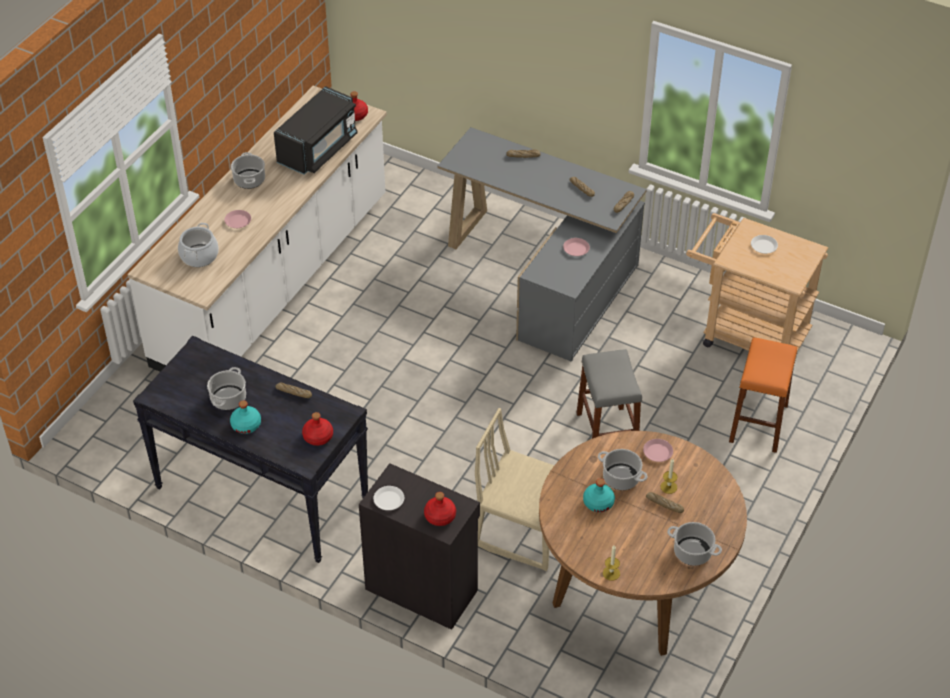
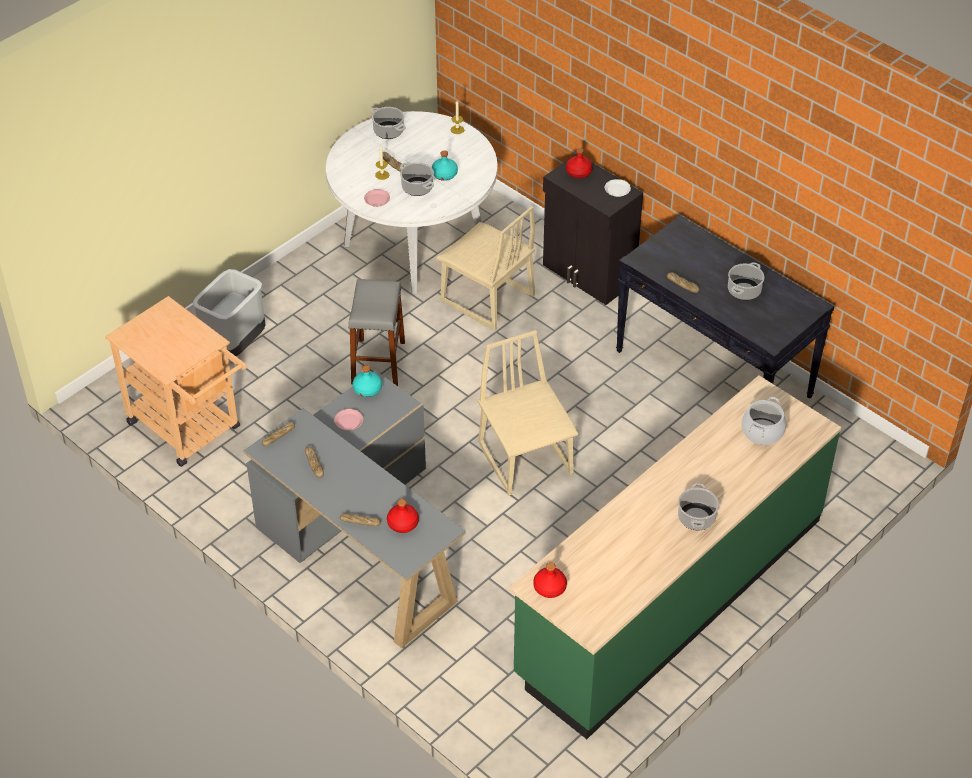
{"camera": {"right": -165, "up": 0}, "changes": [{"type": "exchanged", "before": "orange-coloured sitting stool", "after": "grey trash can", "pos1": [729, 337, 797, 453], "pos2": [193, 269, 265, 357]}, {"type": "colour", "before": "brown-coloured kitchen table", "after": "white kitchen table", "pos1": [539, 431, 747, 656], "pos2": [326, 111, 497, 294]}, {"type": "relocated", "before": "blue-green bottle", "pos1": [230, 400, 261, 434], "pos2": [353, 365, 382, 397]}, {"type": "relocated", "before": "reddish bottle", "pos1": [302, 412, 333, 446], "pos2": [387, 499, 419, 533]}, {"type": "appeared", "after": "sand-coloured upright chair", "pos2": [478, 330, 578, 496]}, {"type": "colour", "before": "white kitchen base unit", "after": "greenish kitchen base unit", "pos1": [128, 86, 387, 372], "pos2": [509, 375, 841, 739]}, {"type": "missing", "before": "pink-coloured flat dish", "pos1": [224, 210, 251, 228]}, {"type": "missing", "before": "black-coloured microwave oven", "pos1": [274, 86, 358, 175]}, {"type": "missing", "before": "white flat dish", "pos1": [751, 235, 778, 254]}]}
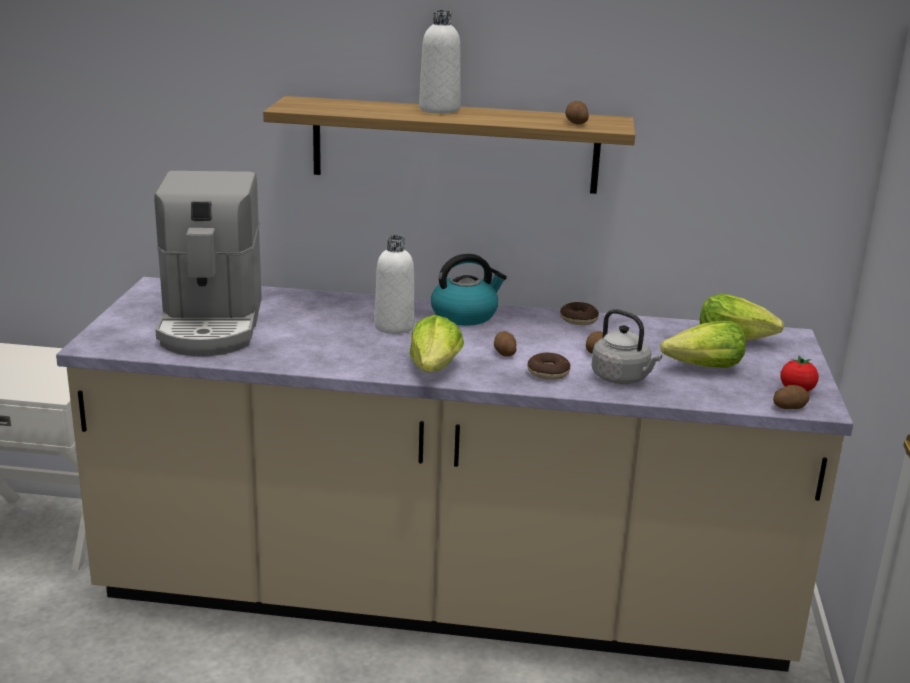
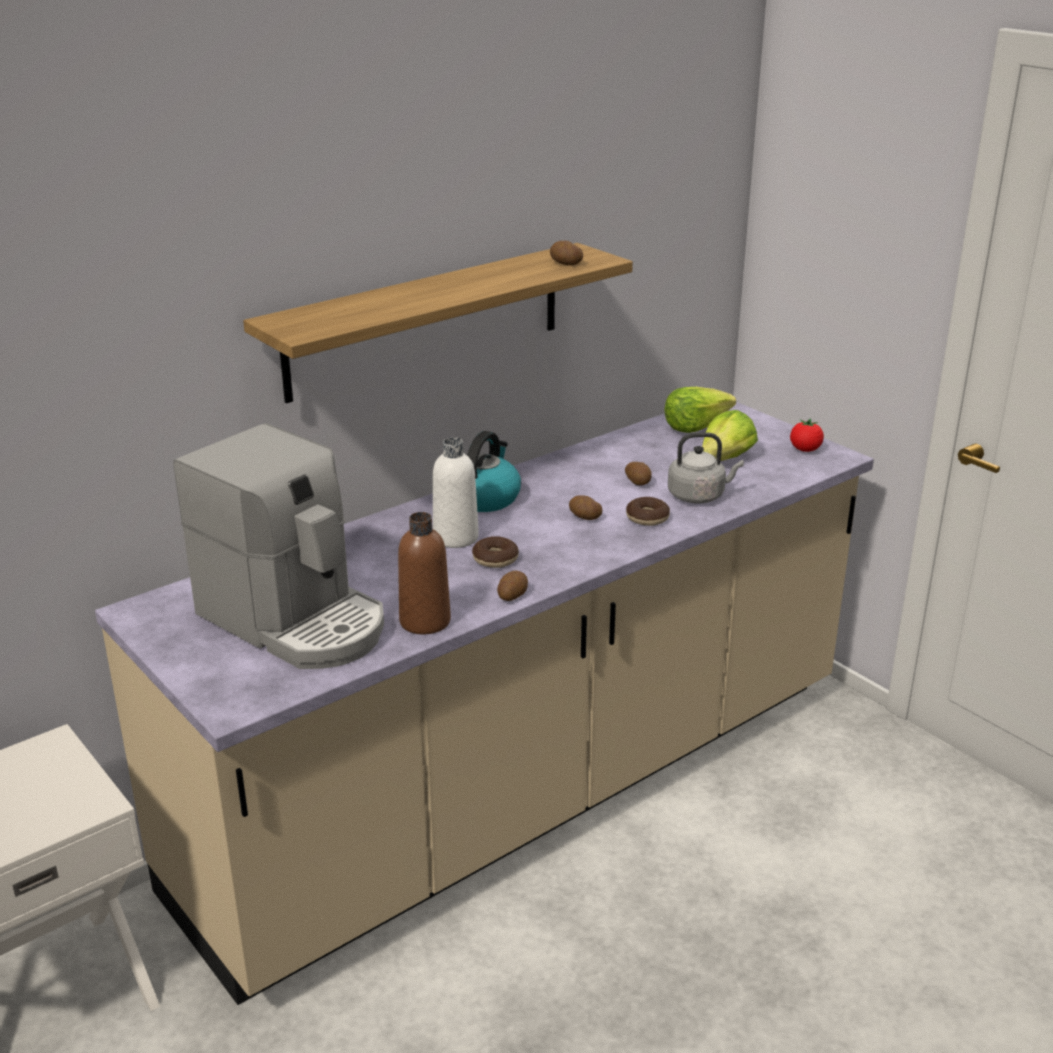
{"camera": {"right": -45, "up": 5}, "changes": [{"type": "appeared", "after": "brown-coloured bottle", "pos2": [398, 512, 451, 634]}, {"type": "relocated", "before": "ring doughnut", "pos1": [560, 302, 599, 325], "pos2": [472, 536, 519, 568]}, {"type": "relocated", "before": "spud", "pos1": [773, 385, 810, 409], "pos2": [497, 571, 528, 601]}, {"type": "missing", "before": "lettuce head", "pos1": [410, 315, 464, 372]}, {"type": "missing", "before": "white bottle", "pos1": [419, 10, 460, 114]}]}
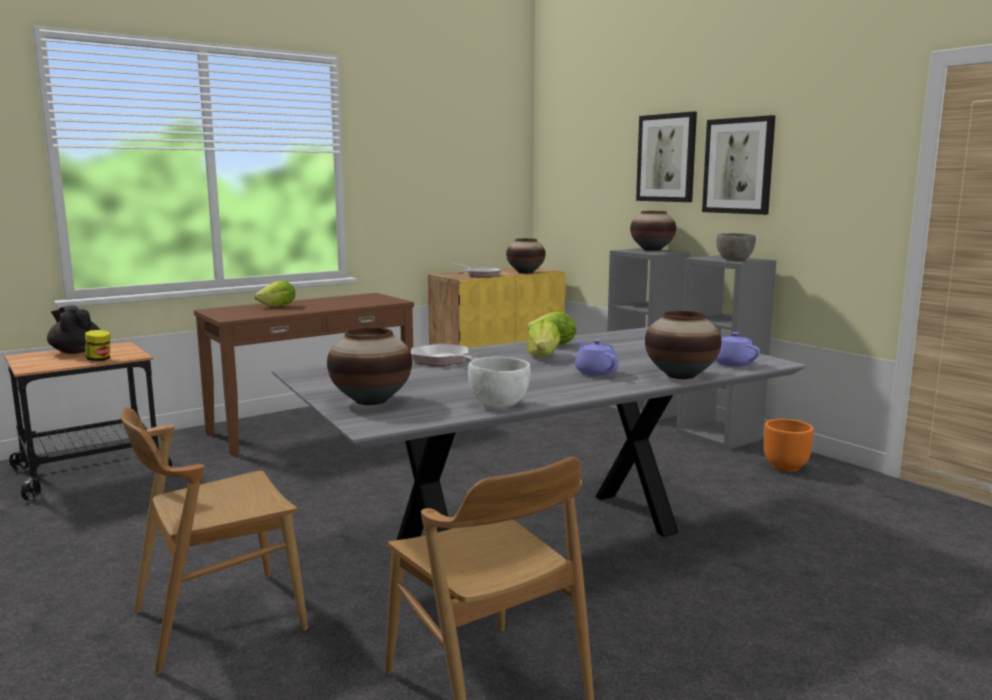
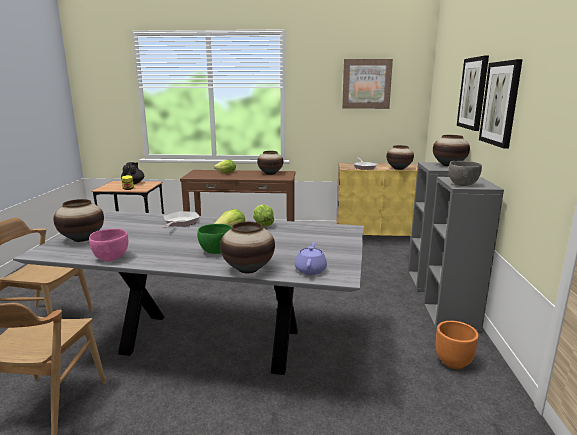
{"camera": {"right": 40, "up": 5}, "changes": [{"type": "colour", "before": "white deep dish", "after": "pink-coloured deep dish", "pos1": [468, 357, 531, 408], "pos2": [89, 229, 128, 261]}, {"type": "exchanged", "before": "purple teapot", "after": "greenish deep dish", "pos1": [575, 339, 619, 376], "pos2": [197, 224, 232, 254]}, {"type": "appeared", "after": "decorative vase", "pos2": [257, 151, 283, 175]}, {"type": "appeared", "after": "wall art", "pos2": [342, 59, 393, 109]}]}
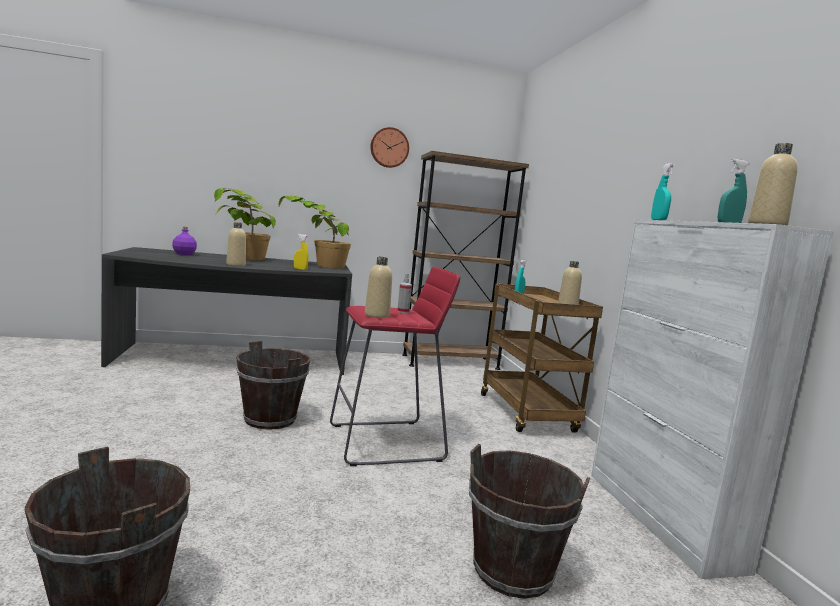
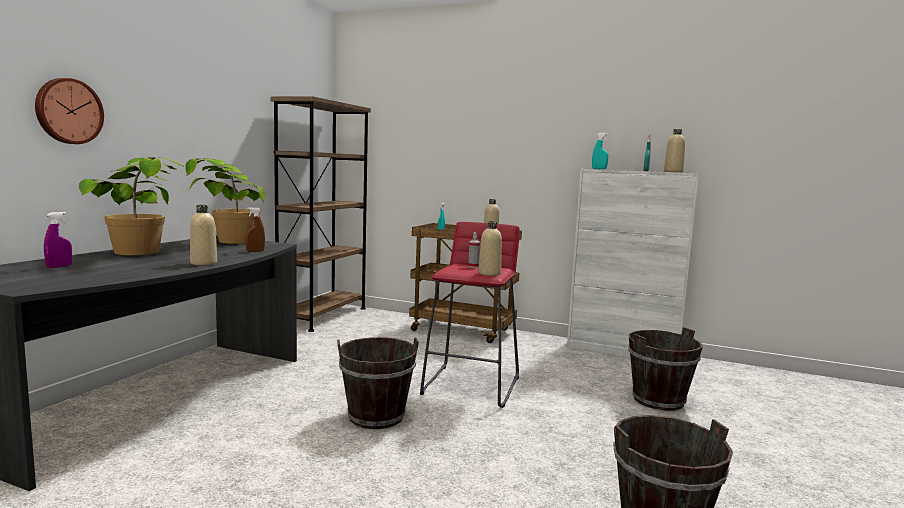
{"camera": {"right": -55, "up": 0}, "changes": [{"type": "relocated", "before": "wall clock", "pos1": [370, 127, 409, 168], "pos2": [35, 78, 104, 144]}, {"type": "exchanged", "before": "purple bottle", "after": "purple spray bottle", "pos1": [172, 227, 197, 255], "pos2": [44, 212, 72, 268]}, {"type": "colour", "before": "yellowish spray bottle", "after": "brown-coloured spray bottle", "pos1": [294, 234, 309, 270], "pos2": [245, 207, 265, 252]}]}
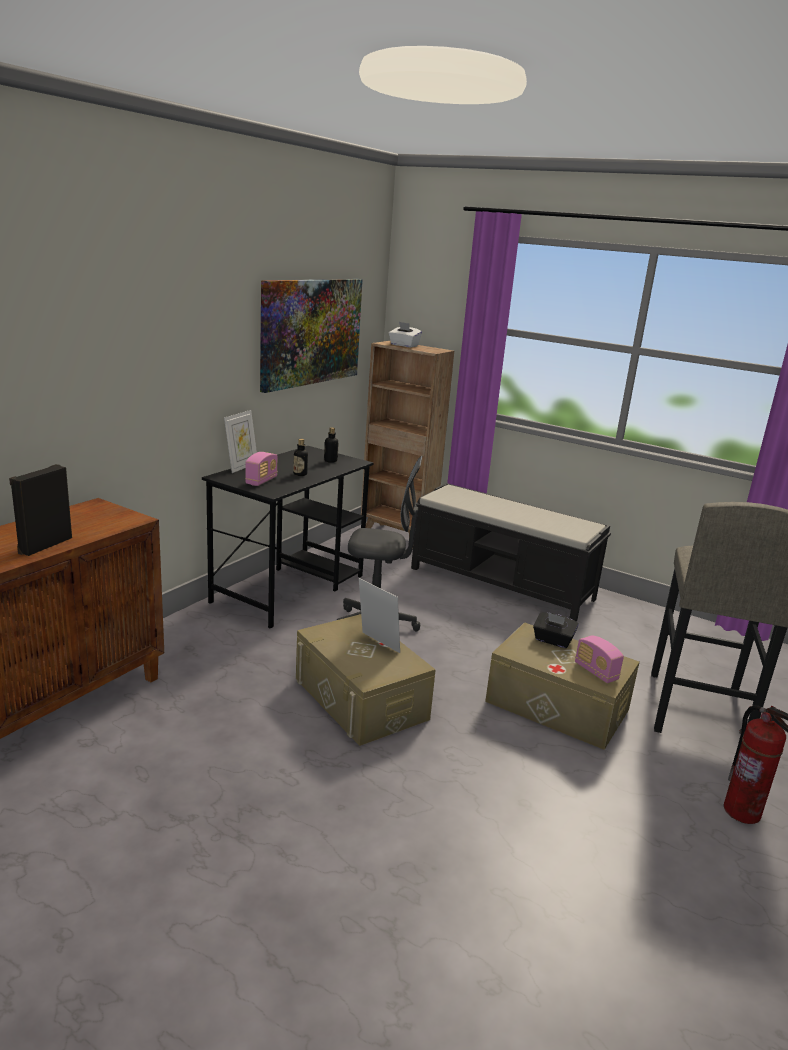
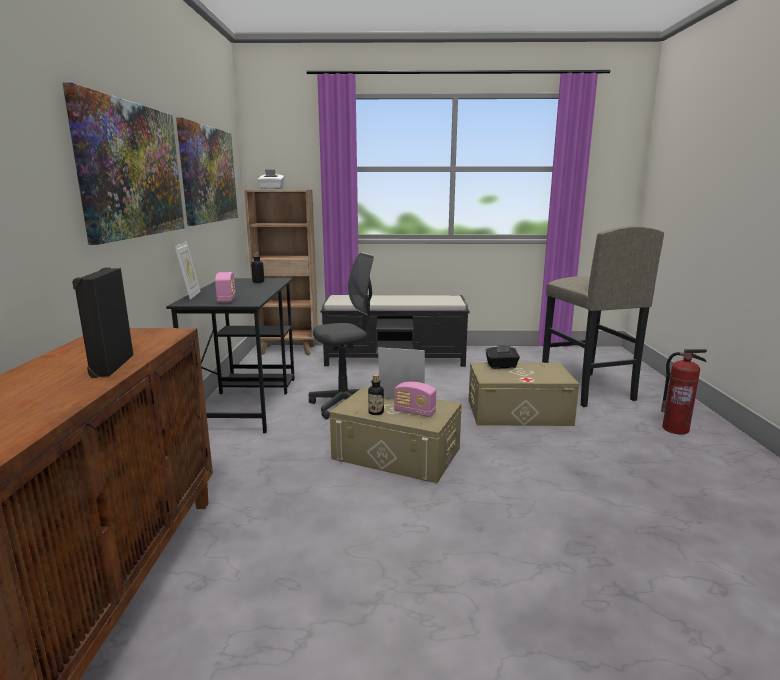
{"camera": {"right": -30, "up": -5}, "changes": [{"type": "appeared", "after": "wall art", "pos2": [62, 82, 184, 245]}, {"type": "relocated", "before": "bottle", "pos1": [293, 439, 308, 476], "pos2": [368, 374, 384, 415]}, {"type": "relocated", "before": "radio receiver", "pos1": [575, 636, 624, 683], "pos2": [394, 381, 436, 417]}]}
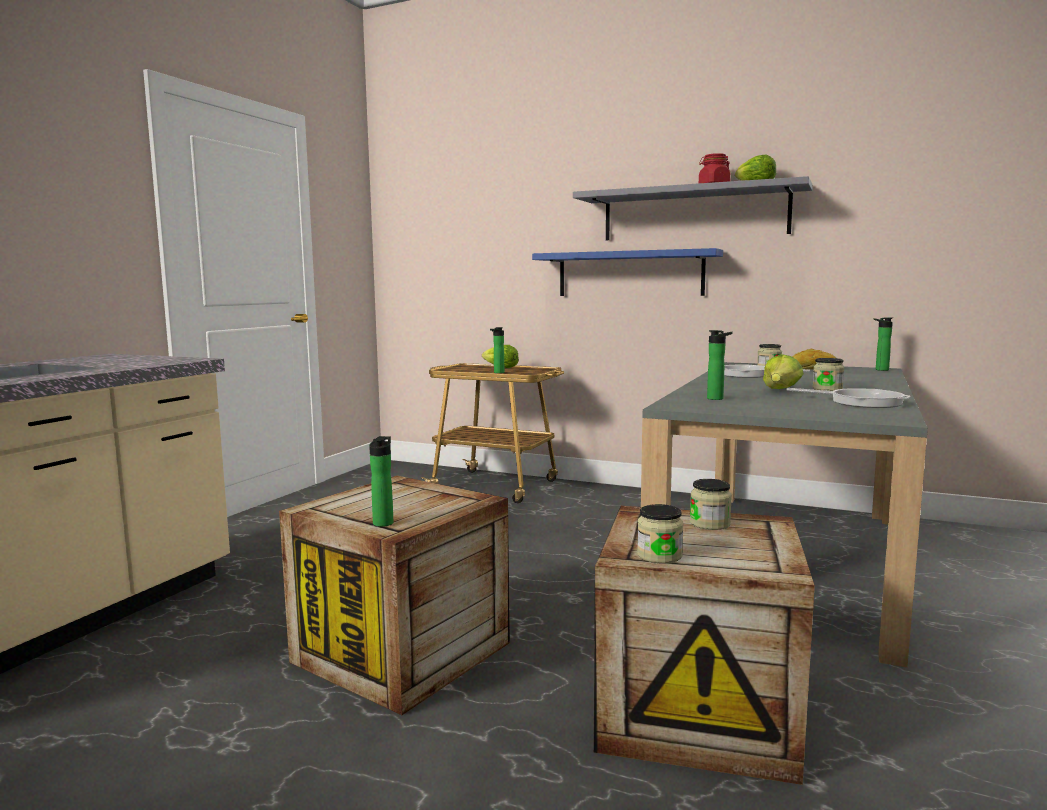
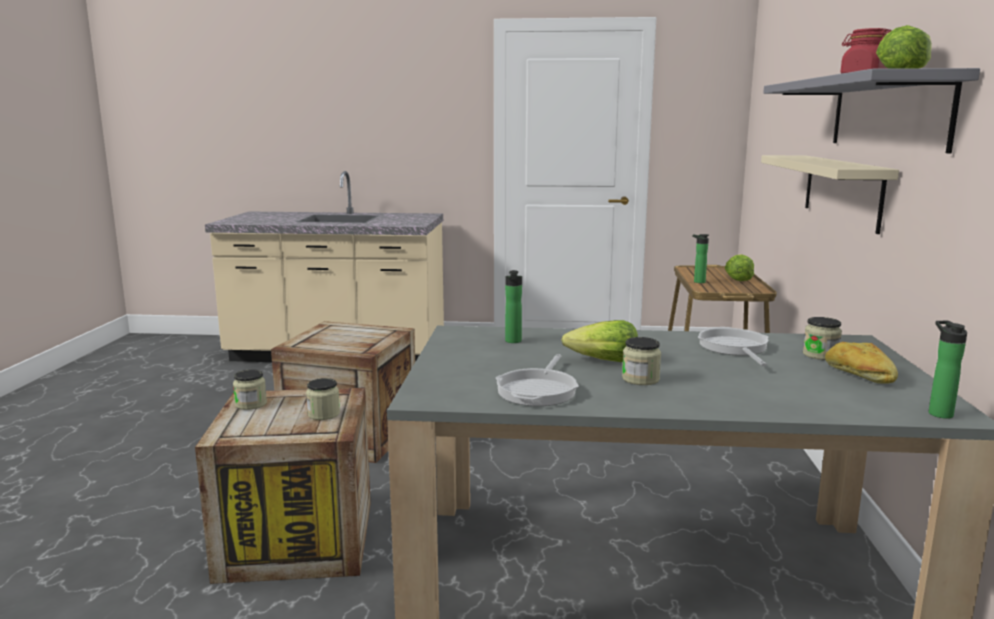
{"camera": {"right": 70, "up": 5}, "changes": [{"type": "colour", "before": "blue shelf", "after": "sand-coloured shelf", "pos1": [532, 248, 723, 296], "pos2": [761, 155, 899, 234]}, {"type": "missing", "before": "bottle", "pos1": [369, 436, 393, 527]}]}
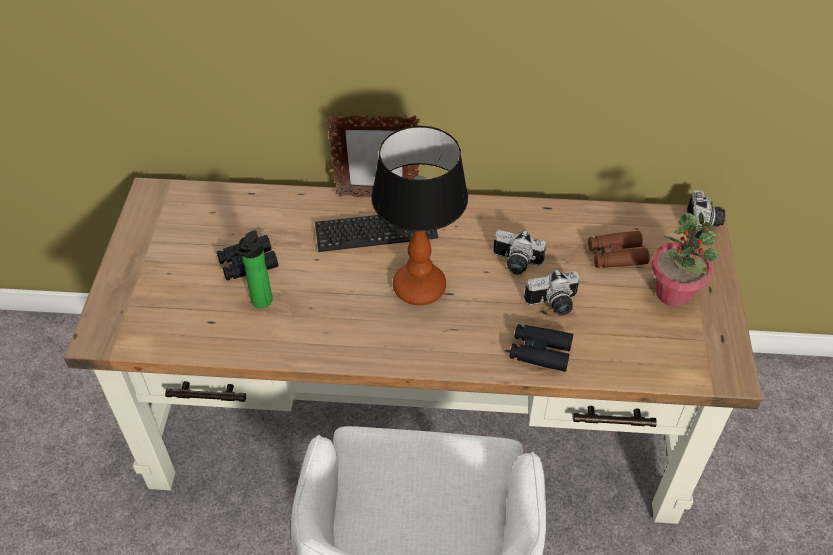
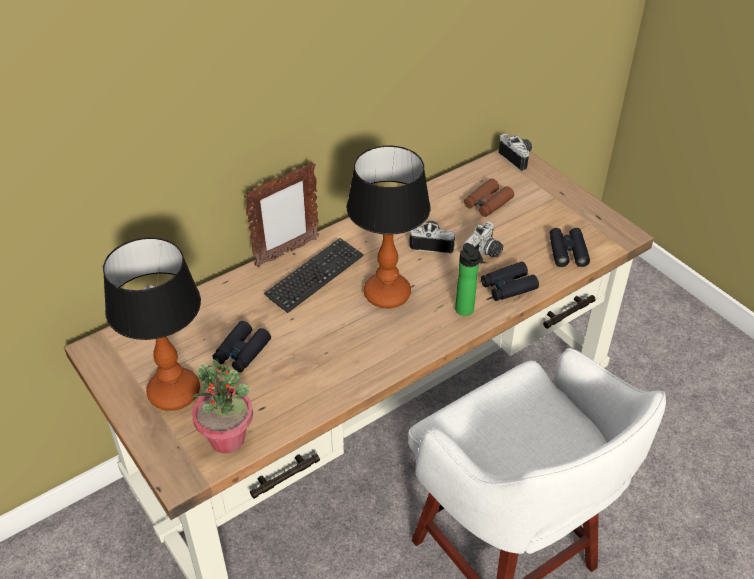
{"camera": {"right": -40, "up": -5}, "changes": [{"type": "appeared", "after": "lamp for a table", "pos2": [103, 237, 201, 411]}, {"type": "relocated", "before": "houseplant", "pos1": [652, 212, 719, 307], "pos2": [192, 359, 253, 453]}, {"type": "spun", "before": "still camera", "pos1": [493, 230, 546, 275], "pos2": [409, 221, 455, 254], "turn": -150}, {"type": "relocated", "before": "bottle", "pos1": [235, 230, 273, 308], "pos2": [455, 243, 483, 316]}, {"type": "appeared", "after": "black-coloured field glasses", "pos2": [550, 228, 590, 267]}]}
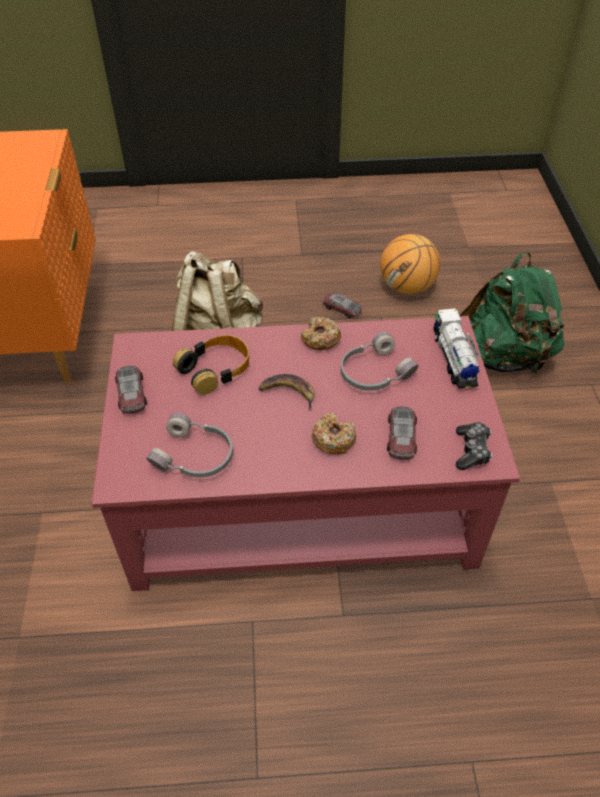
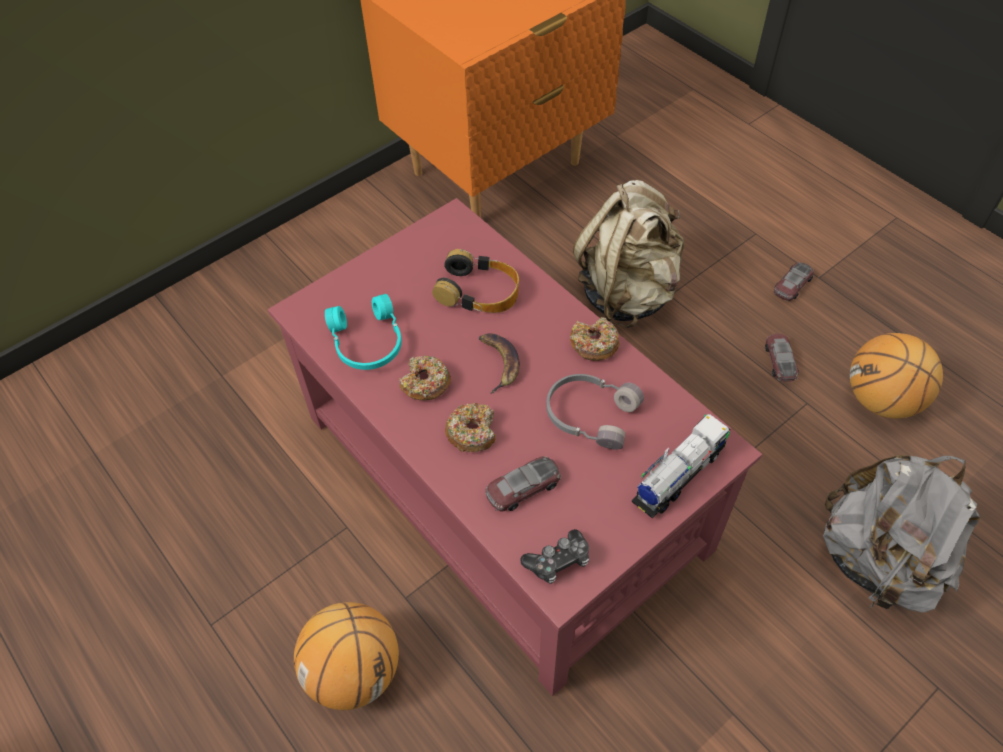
{"camera": {"right": 55, "up": 5}, "changes": [{"type": "appeared", "after": "basketball", "pos2": [294, 602, 399, 710]}, {"type": "colour", "before": "grey headset", "after": "blue-green headset", "pos1": [146, 413, 233, 478], "pos2": [325, 294, 402, 370]}, {"type": "appeared", "after": "ring doughnut", "pos2": [399, 355, 451, 400]}, {"type": "relocated", "before": "miniature car", "pos1": [115, 366, 147, 415], "pos2": [774, 262, 814, 301]}, {"type": "colour", "before": "greenish rucksack", "after": "grey rucksack", "pos1": [459, 252, 565, 376], "pos2": [823, 455, 980, 613]}]}
